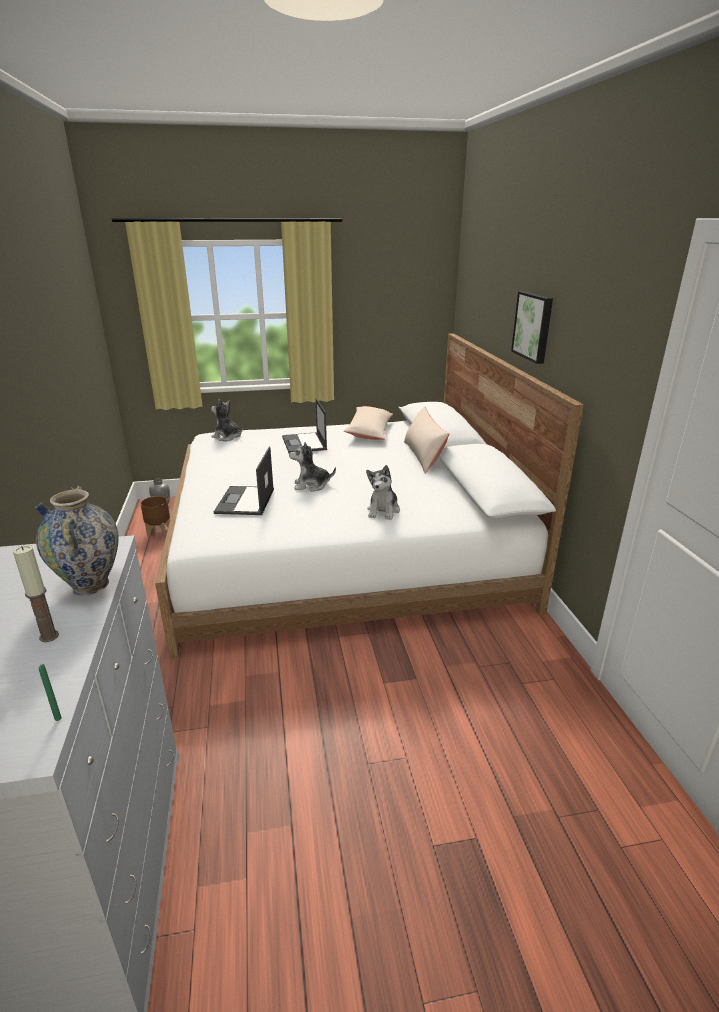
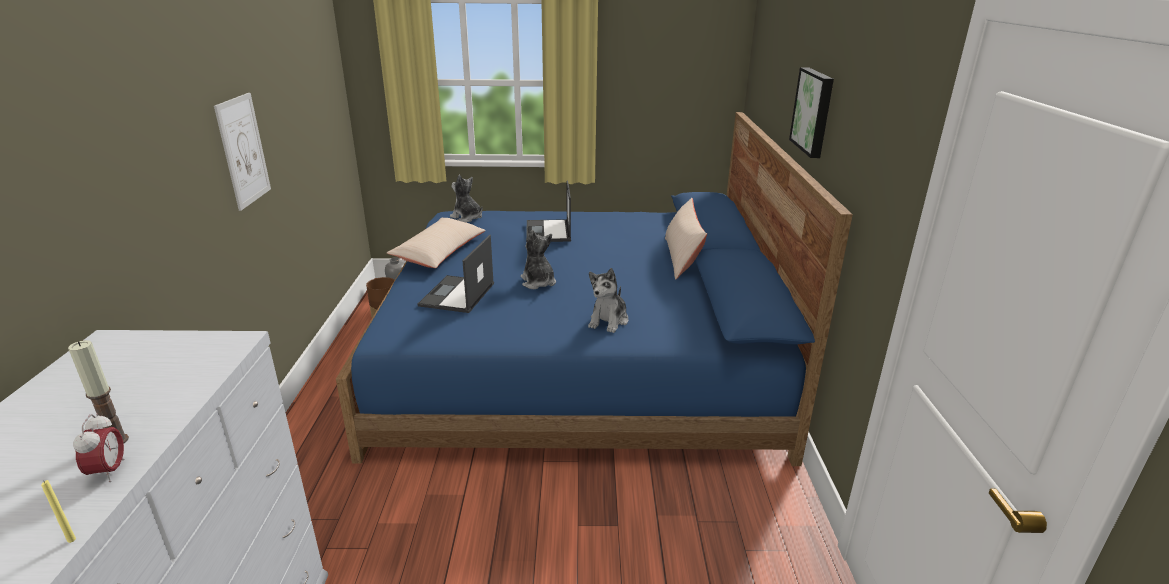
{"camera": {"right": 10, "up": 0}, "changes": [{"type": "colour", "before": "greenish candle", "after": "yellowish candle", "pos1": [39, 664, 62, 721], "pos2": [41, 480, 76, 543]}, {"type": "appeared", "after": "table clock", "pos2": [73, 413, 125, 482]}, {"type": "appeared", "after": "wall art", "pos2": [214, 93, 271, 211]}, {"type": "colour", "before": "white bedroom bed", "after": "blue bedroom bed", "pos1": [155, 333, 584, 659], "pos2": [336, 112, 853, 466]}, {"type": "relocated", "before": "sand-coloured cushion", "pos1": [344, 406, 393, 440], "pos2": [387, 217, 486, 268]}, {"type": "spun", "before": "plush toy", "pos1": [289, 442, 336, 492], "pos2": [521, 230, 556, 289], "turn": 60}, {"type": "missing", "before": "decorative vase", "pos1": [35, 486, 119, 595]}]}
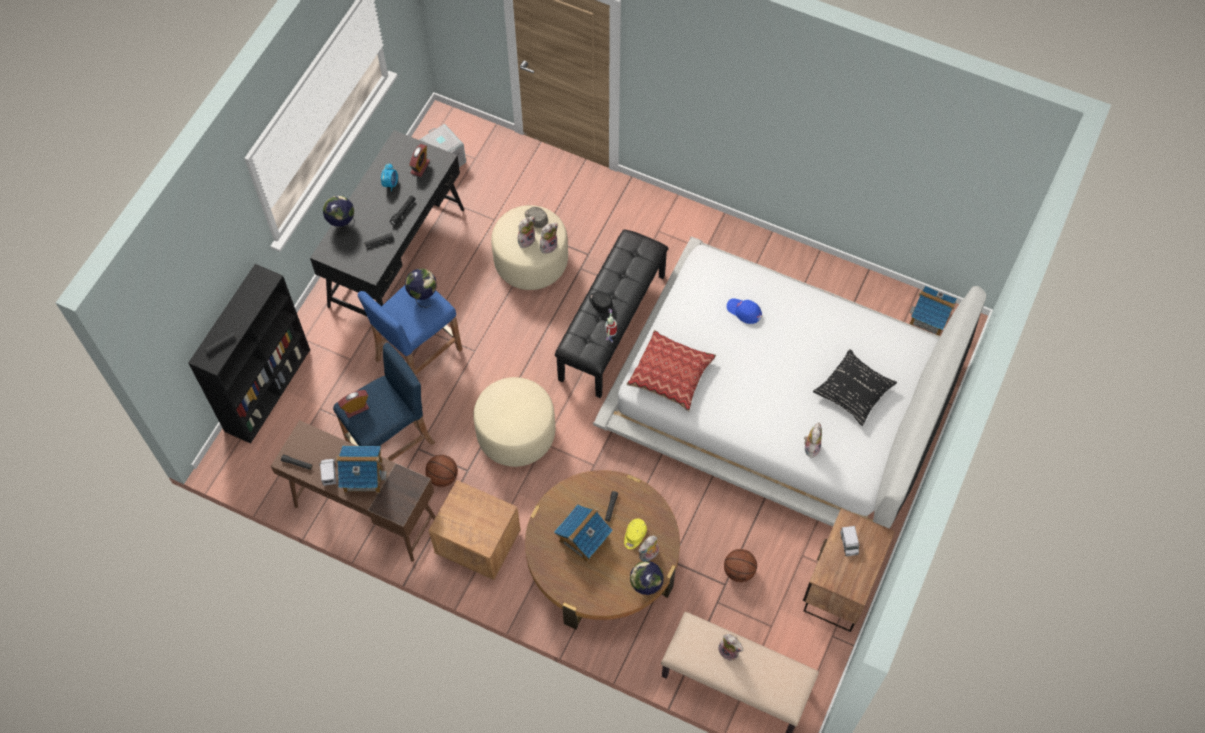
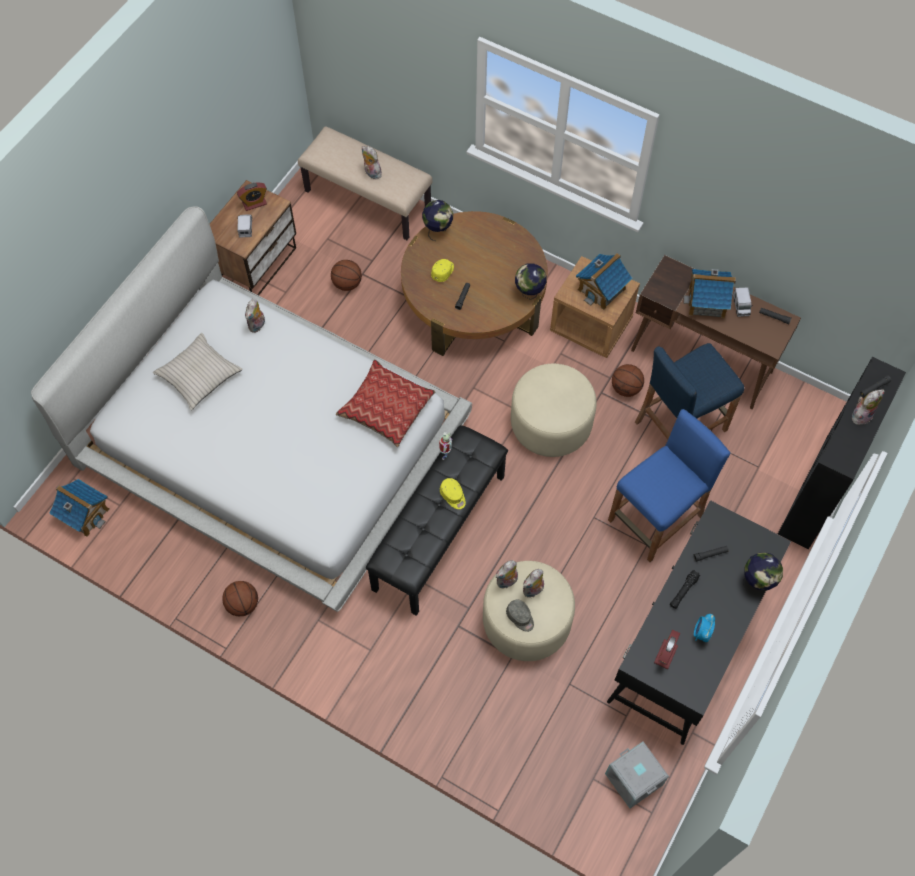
{"camera": {"right": -175, "up": 0}, "changes": [{"type": "colour", "before": "black-coloured cushion", "after": "sand-coloured cushion", "pos1": [813, 349, 897, 426], "pos2": [153, 333, 243, 410]}, {"type": "appeared", "after": "basketball", "pos2": [222, 581, 258, 616]}, {"type": "relocated", "before": "table clock", "pos1": [338, 390, 369, 418], "pos2": [237, 182, 267, 211]}, {"type": "colour", "before": "black-coloured baseball cap", "after": "yellowish baseball cap", "pos1": [589, 291, 613, 313], "pos2": [440, 478, 466, 509]}, {"type": "relocated", "before": "globe", "pos1": [405, 269, 437, 308], "pos2": [515, 263, 547, 300]}, {"type": "relocated", "before": "miniature house", "pos1": [554, 504, 613, 562], "pos2": [576, 253, 633, 310]}, {"type": "relocated", "before": "plush toy", "pos1": [638, 535, 659, 561], "pos2": [852, 390, 885, 425]}, {"type": "missing", "before": "blue baseball cap", "pos1": [727, 298, 762, 324]}]}
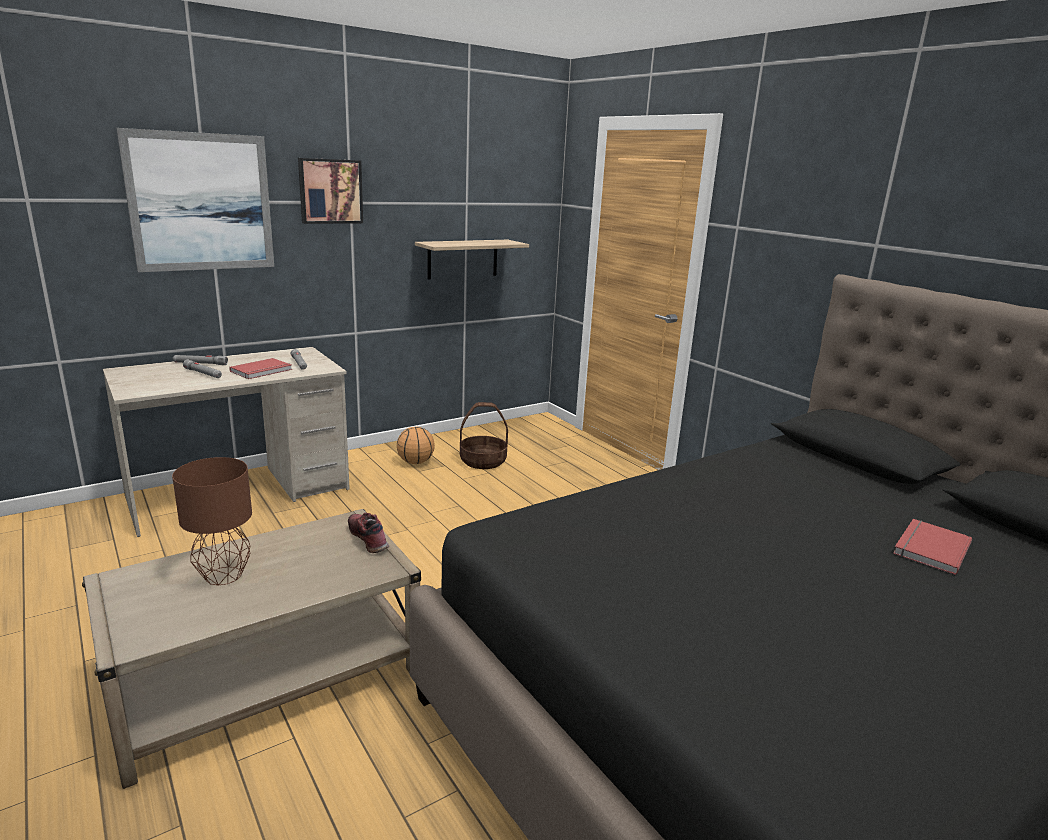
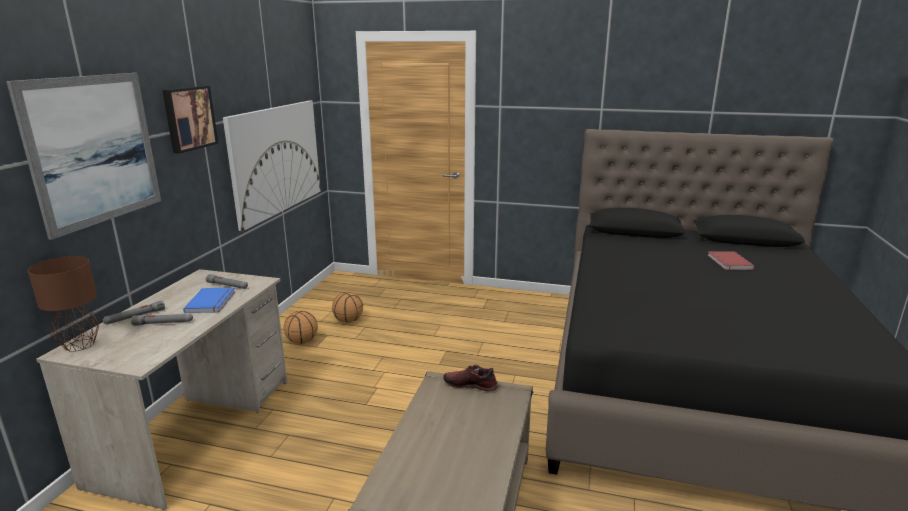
{"camera": {"right": -40, "up": 0}, "changes": [{"type": "relocated", "before": "brown-coloured lamp for a table", "pos1": [172, 457, 252, 586], "pos2": [28, 256, 99, 352]}, {"type": "colour", "before": "reddish bound book", "after": "blue bound book", "pos1": [229, 358, 292, 379], "pos2": [183, 287, 235, 313]}, {"type": "exchanged", "before": "shelf", "after": "wall art", "pos1": [415, 240, 529, 279], "pos2": [223, 101, 320, 231]}, {"type": "exchanged", "before": "household basket", "after": "basketball", "pos1": [460, 402, 508, 469], "pos2": [332, 292, 363, 323]}]}
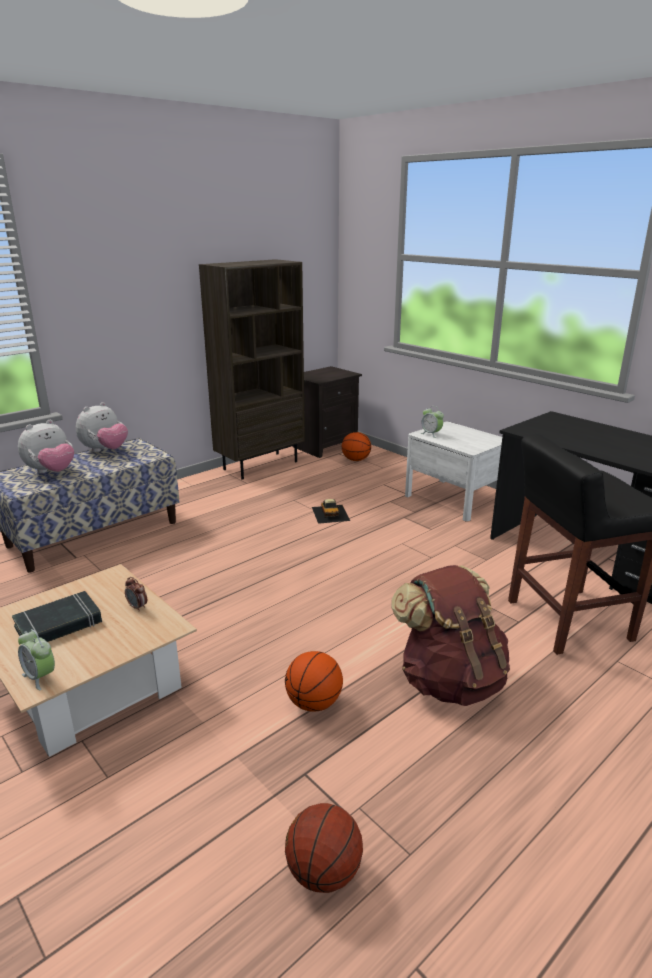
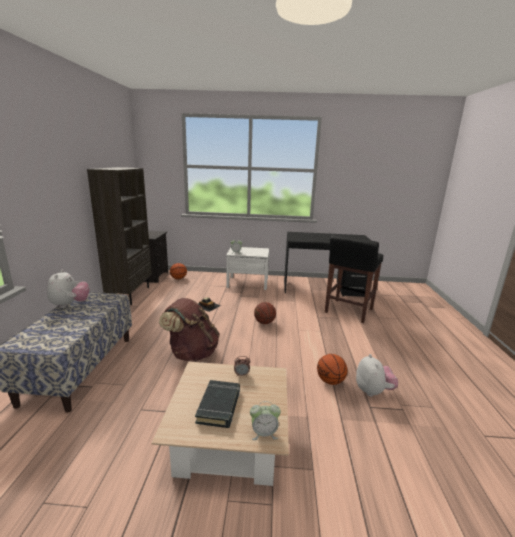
{"camera": {"right": -45, "up": -5}, "changes": [{"type": "relocated", "before": "brown-coloured rucksack", "pos1": [391, 565, 510, 706], "pos2": [159, 298, 220, 361]}, {"type": "relocated", "before": "basketball", "pos1": [285, 803, 363, 893], "pos2": [254, 302, 276, 324]}, {"type": "relocated", "before": "plush toy", "pos1": [18, 420, 74, 473], "pos2": [356, 354, 398, 397]}]}
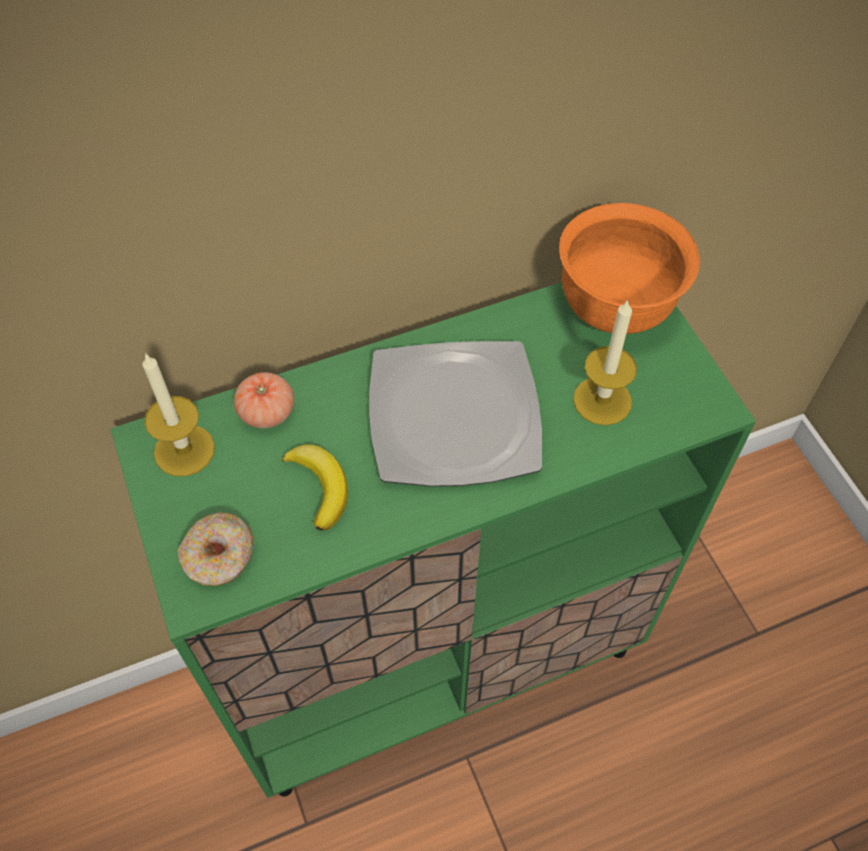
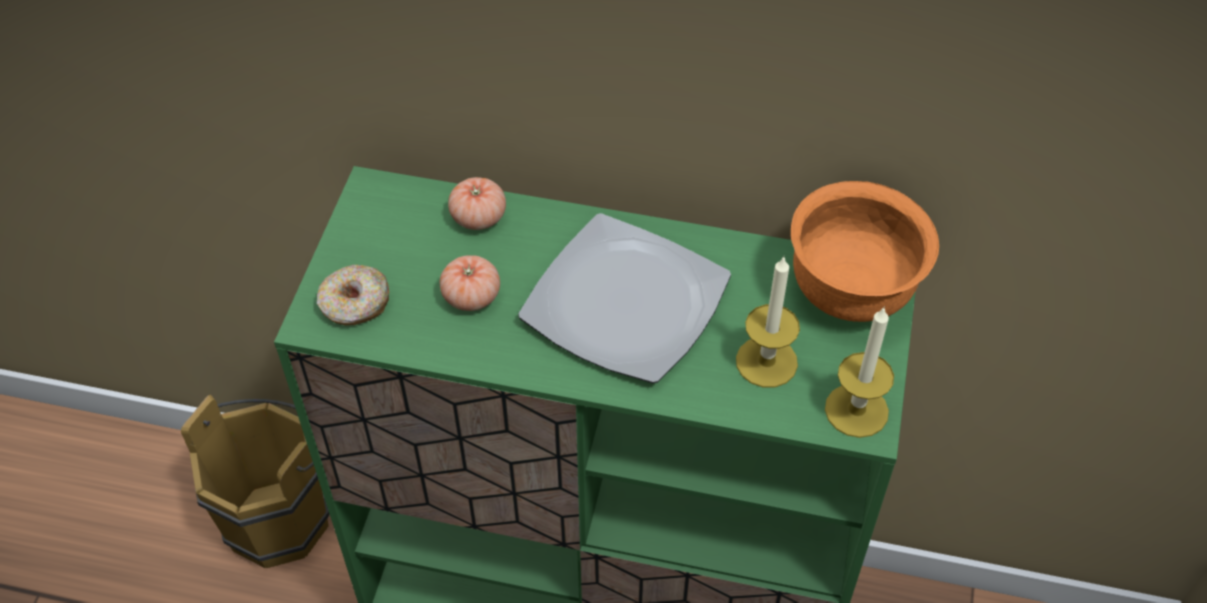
{"camera": {"right": 35, "up": -5}, "changes": [{"type": "appeared", "after": "brown-coloured bucket", "pos2": [181, 395, 330, 568]}, {"type": "exchanged", "before": "banana fruit", "after": "tomato", "pos1": [282, 445, 348, 530], "pos2": [440, 255, 500, 311]}, {"type": "relocated", "before": "candle", "pos1": [142, 353, 215, 476], "pos2": [825, 306, 894, 438]}]}
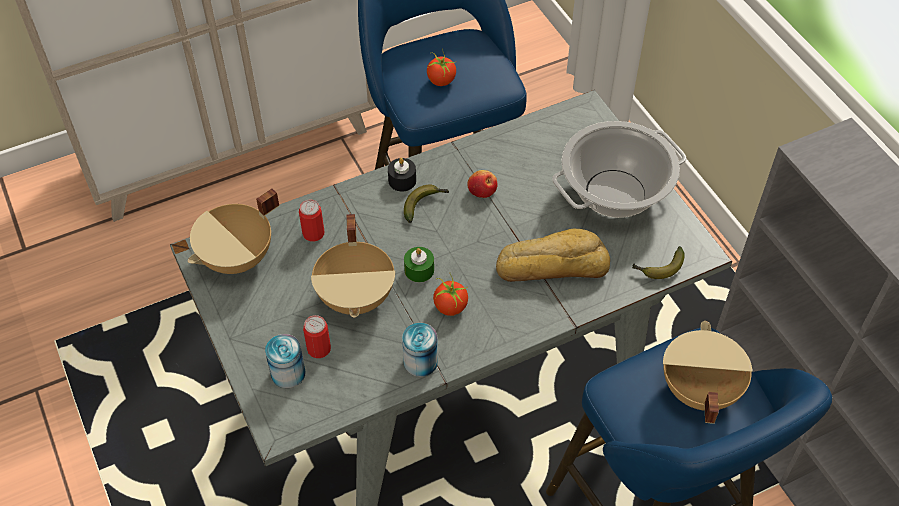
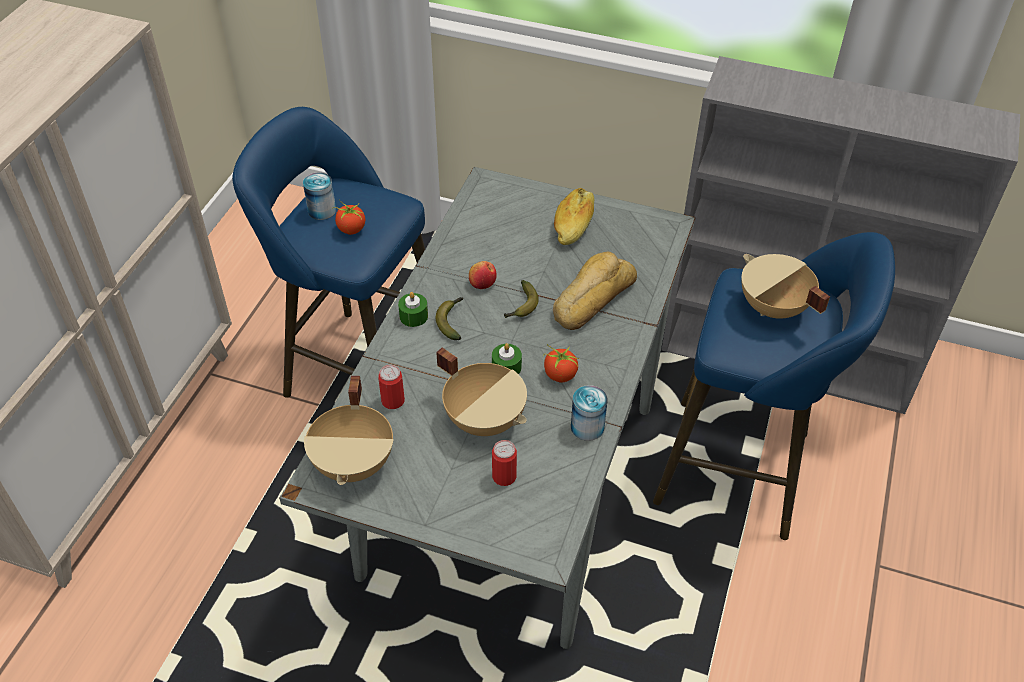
{"camera": {"right": -45, "up": -5}, "changes": [{"type": "relocated", "before": "can", "pos1": [265, 334, 306, 388], "pos2": [303, 172, 336, 220]}, {"type": "colour", "before": "black-coloured candle", "after": "greenish candle", "pos1": [388, 158, 416, 191], "pos2": [398, 292, 428, 327]}, {"type": "relocated", "before": "banana fruit", "pos1": [632, 246, 685, 279], "pos2": [504, 280, 539, 318]}, {"type": "exchanged", "before": "cooking pot", "after": "bakery bread", "pos1": [552, 121, 686, 218], "pos2": [554, 188, 594, 245]}]}
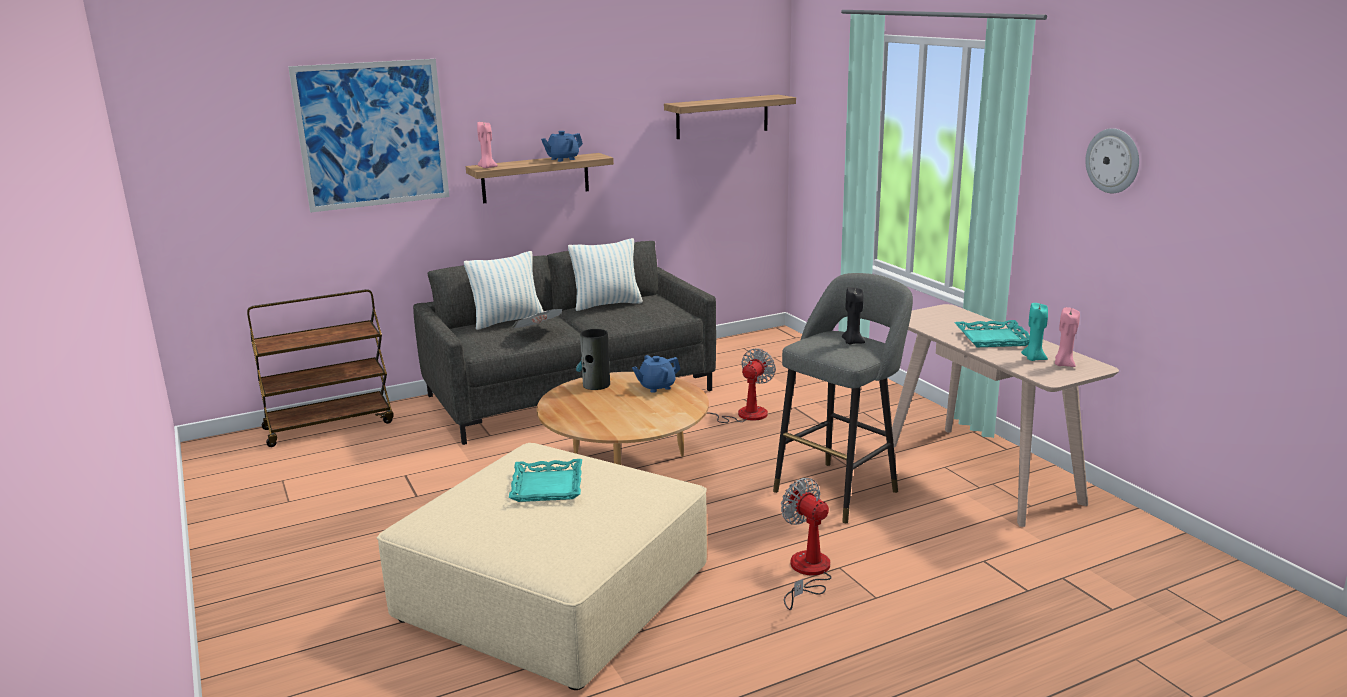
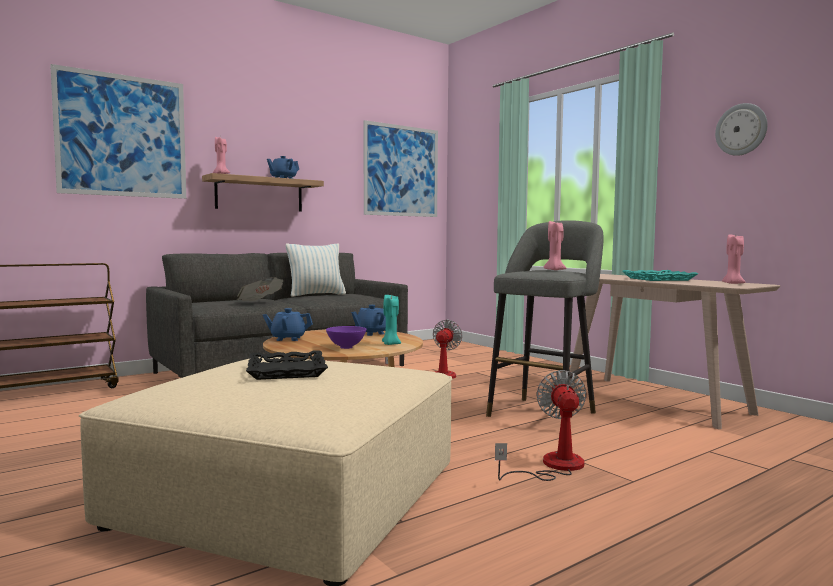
{"camera": {"right": -10, "up": -15}, "changes": [{"type": "colour", "before": "blue-green carrying tray", "after": "black-coloured carrying tray", "pos1": [509, 459, 582, 502], "pos2": [246, 350, 328, 380]}, {"type": "appeared", "after": "blue teapot", "pos2": [263, 308, 313, 341]}, {"type": "appeared", "after": "purple deep dish", "pos2": [326, 326, 366, 349]}, {"type": "exchanged", "before": "shelf", "after": "wall art", "pos1": [664, 95, 796, 139], "pos2": [364, 120, 438, 217]}, {"type": "relocated", "before": "blue-green candle", "pos1": [1021, 303, 1048, 361], "pos2": [382, 295, 401, 345]}, {"type": "spun", "before": "fan", "pos1": [781, 478, 832, 610], "pos2": [495, 370, 587, 481], "turn": 45}, {"type": "colour", "before": "black-coloured candle", "after": "pink-coloured candle", "pos1": [842, 287, 865, 344], "pos2": [543, 221, 567, 270]}, {"type": "missing", "before": "cushion", "pos1": [464, 251, 544, 330]}, {"type": "missing", "before": "decorative vase", "pos1": [576, 329, 610, 390]}]}
